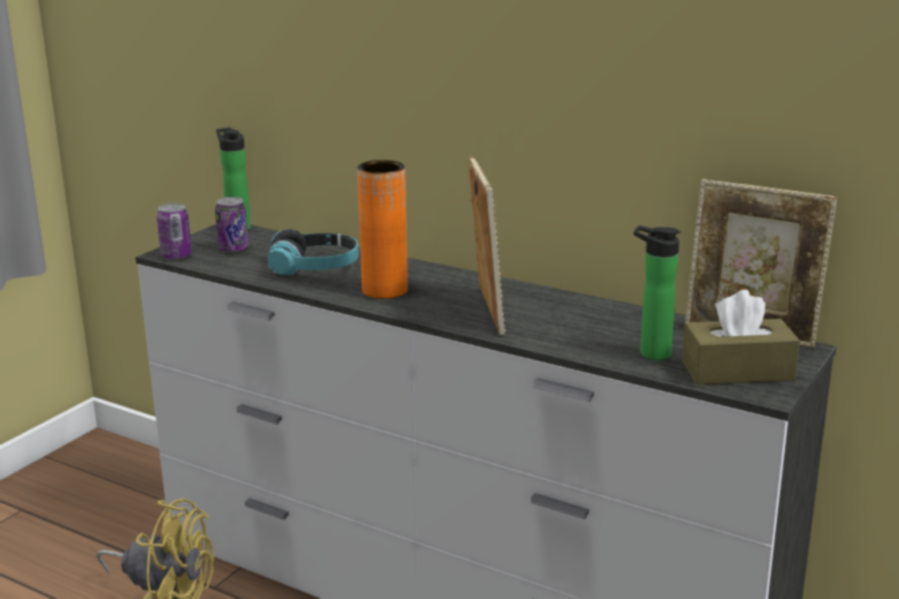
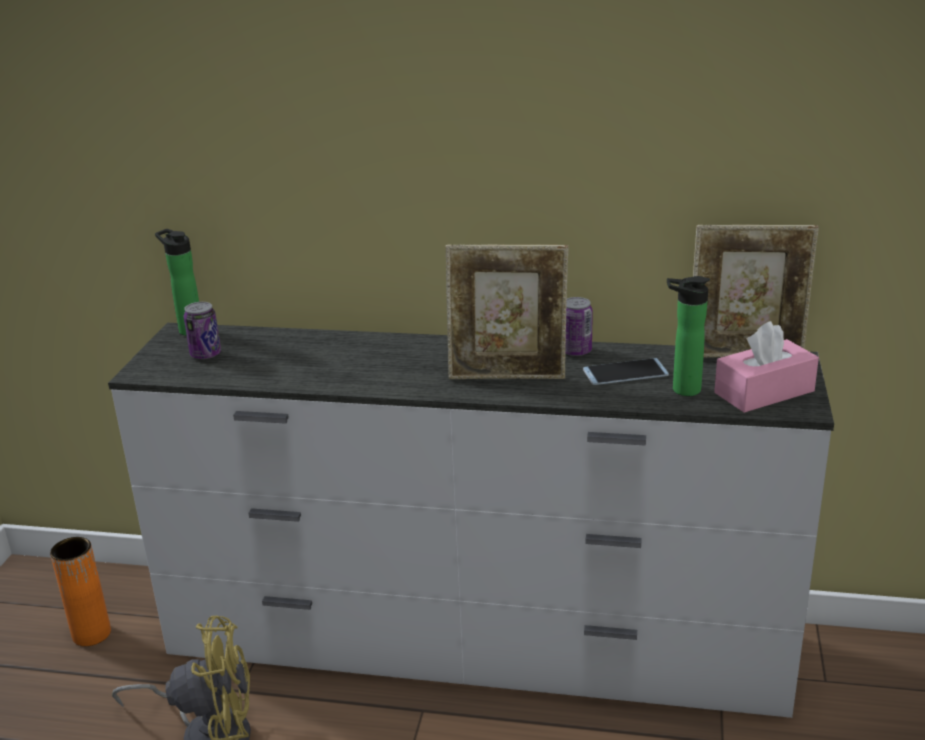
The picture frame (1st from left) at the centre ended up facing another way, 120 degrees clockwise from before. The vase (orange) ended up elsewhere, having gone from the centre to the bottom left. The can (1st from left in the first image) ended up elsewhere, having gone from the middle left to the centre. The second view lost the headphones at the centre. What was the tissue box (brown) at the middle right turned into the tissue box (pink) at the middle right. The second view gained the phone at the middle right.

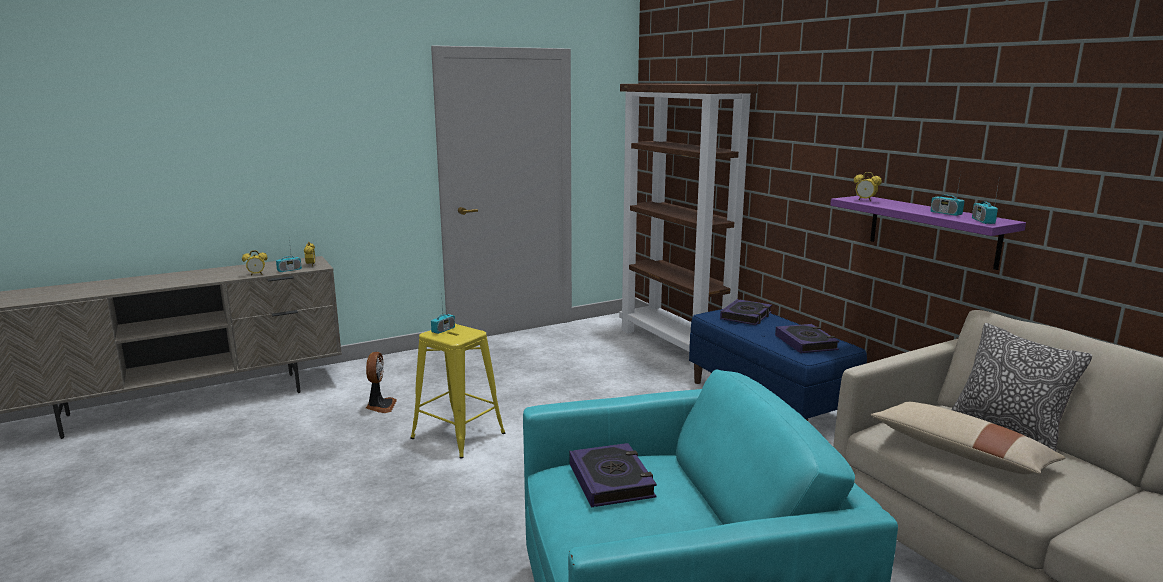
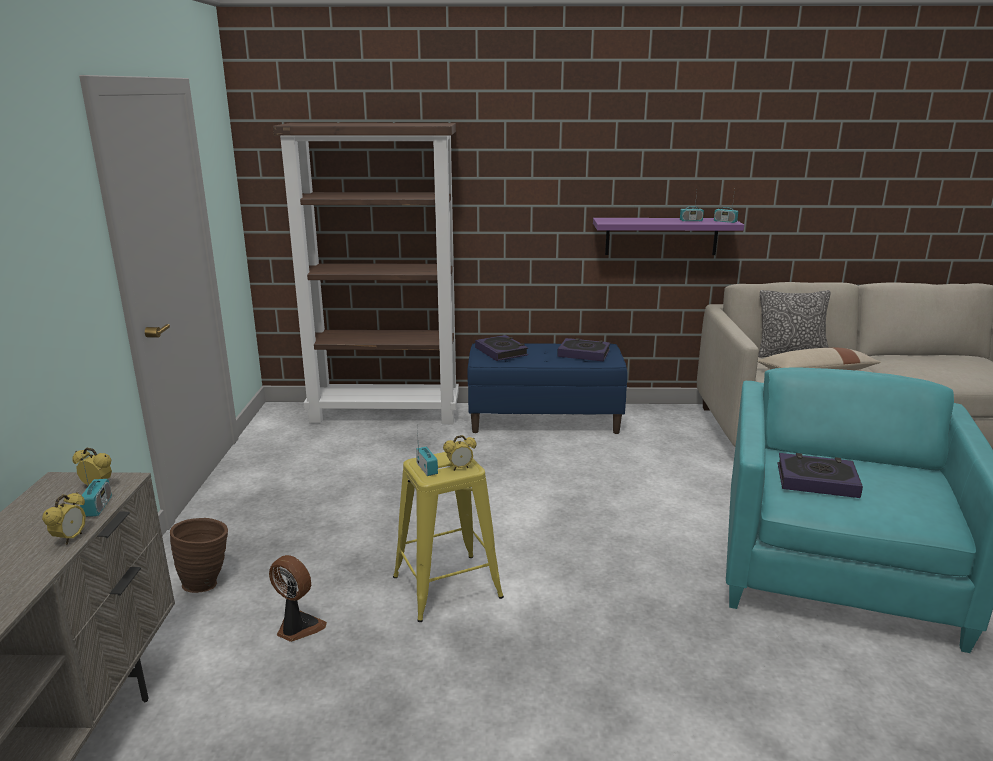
The alarm clock (3rd from left) ended up elsewhere, having gone from the top right to the centre. The second view gained the vase (brown) at the bottom left.

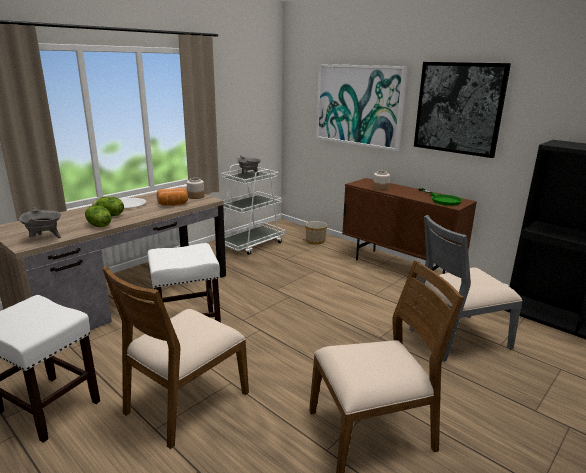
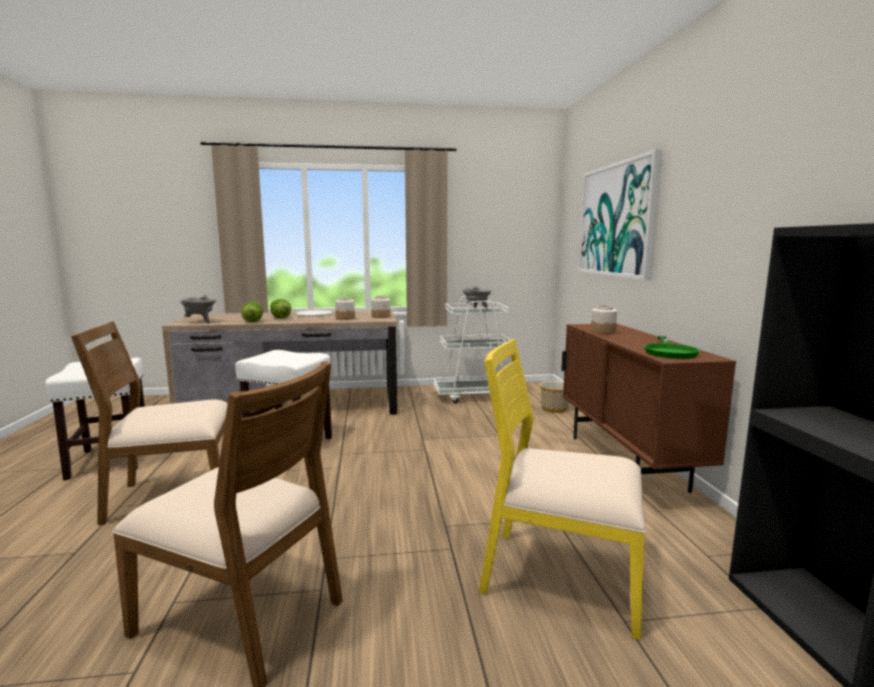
The second view lost the picture (2nd from left) at the top right. Where the bread stood at the middle left, the jar (1st from left) came to stand at the centre. What was the chair (grey) at the middle right turned into the chair (yellow) at the bottom centre.

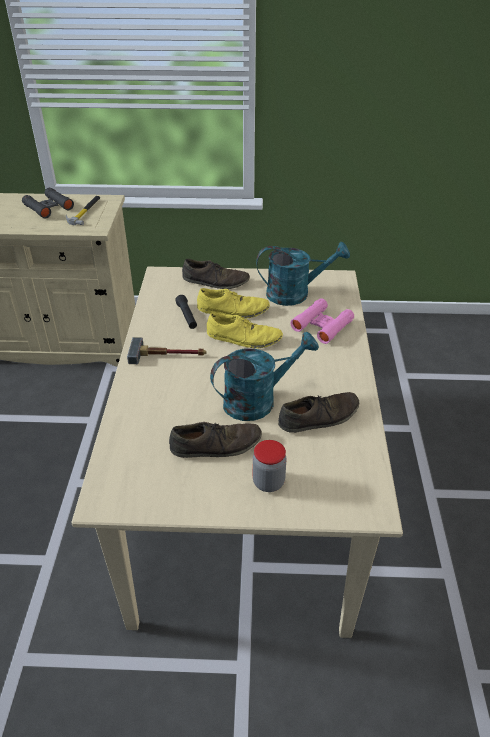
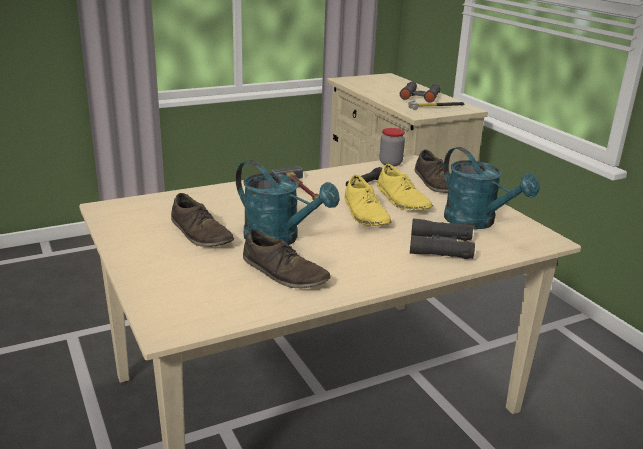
What was the binoculars (pink) at the centre turned into the binoculars (black) (2nd from left) at the middle right. The jar ended up elsewhere, having gone from the centre to the top centre.

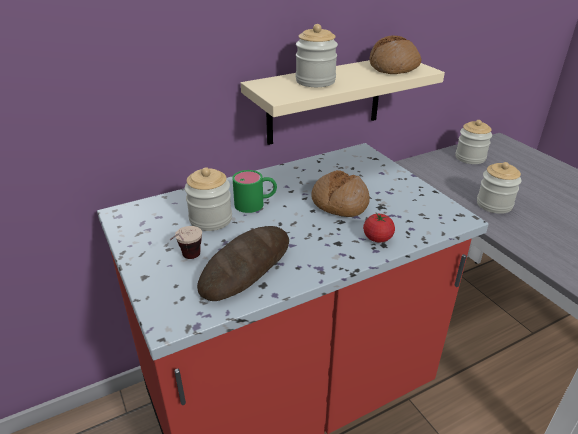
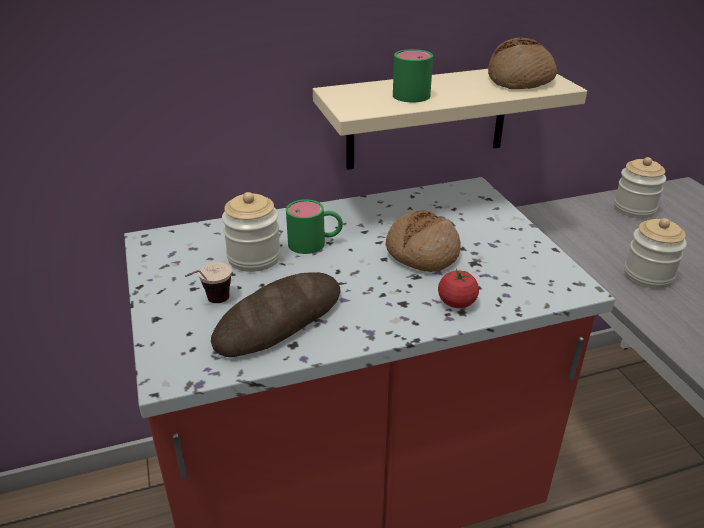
Where the jar (2nd from left) stood at the top centre, the mug (green) (2nd from left) came to stand at the top centre.

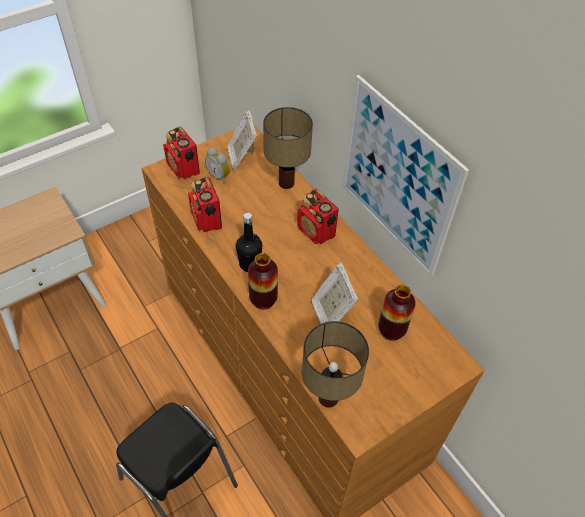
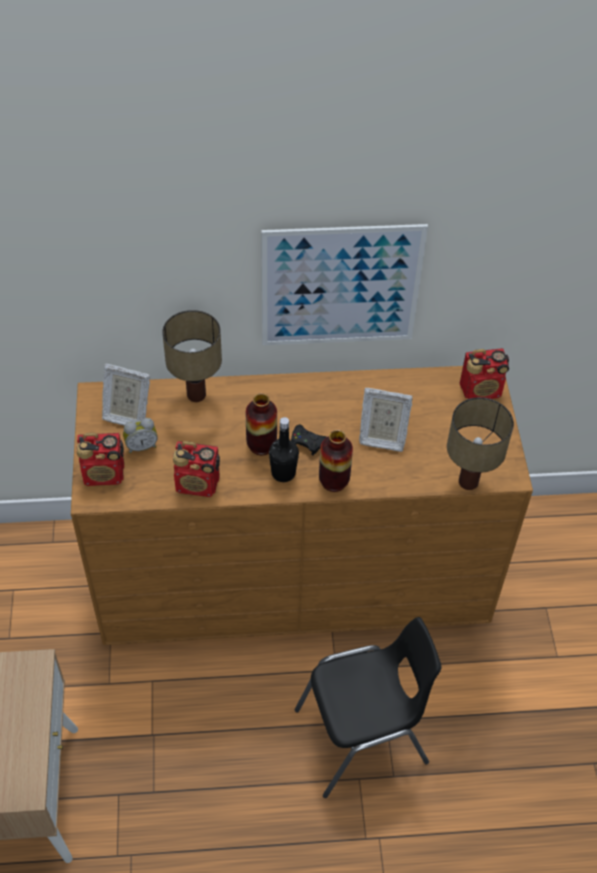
The radio (3rd from left) ended up elsewhere, having gone from the centre to the middle right. The vase (2nd from left in the first image) ended up elsewhere, having gone from the middle right to the centre. The second view gained the game controller (black) at the centre.

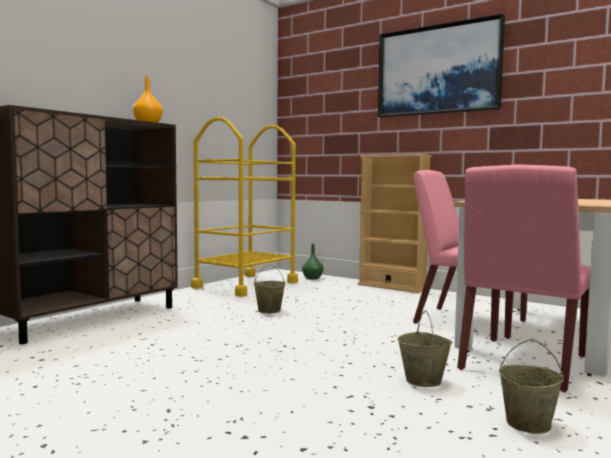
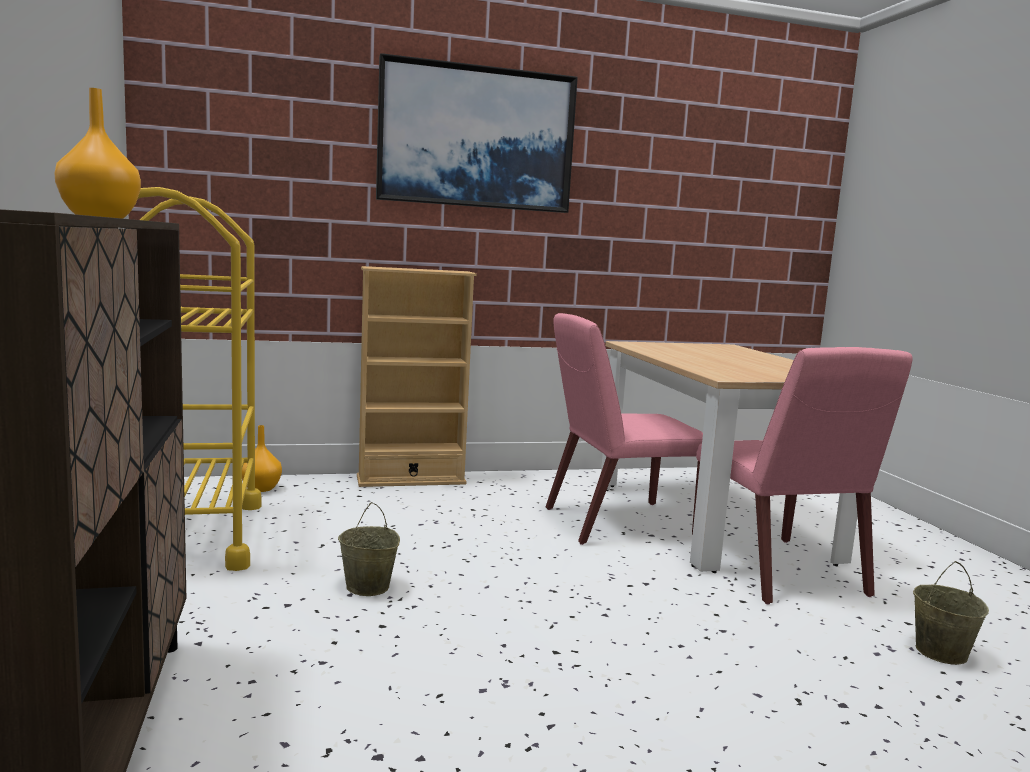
What was the vase (green) at the centre turned into the vase (orange) (2nd from left) at the middle left. The second view lost the bucket (beige) (2nd from left) at the bottom right.

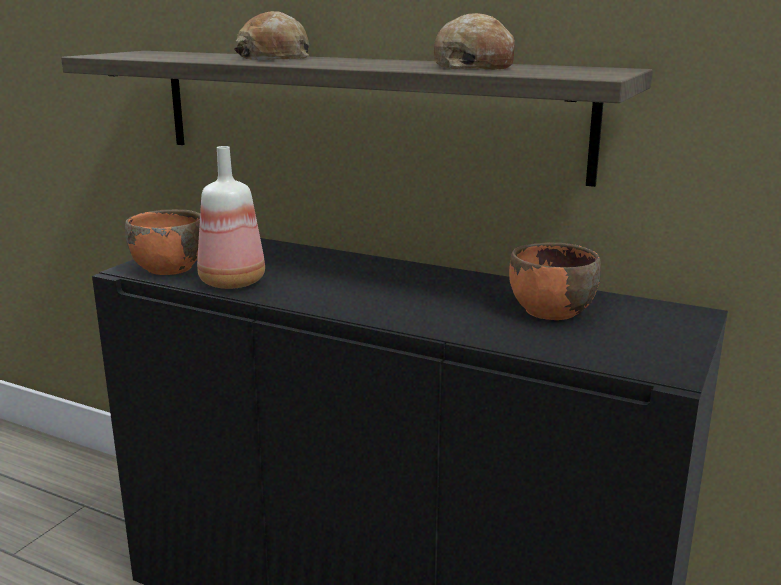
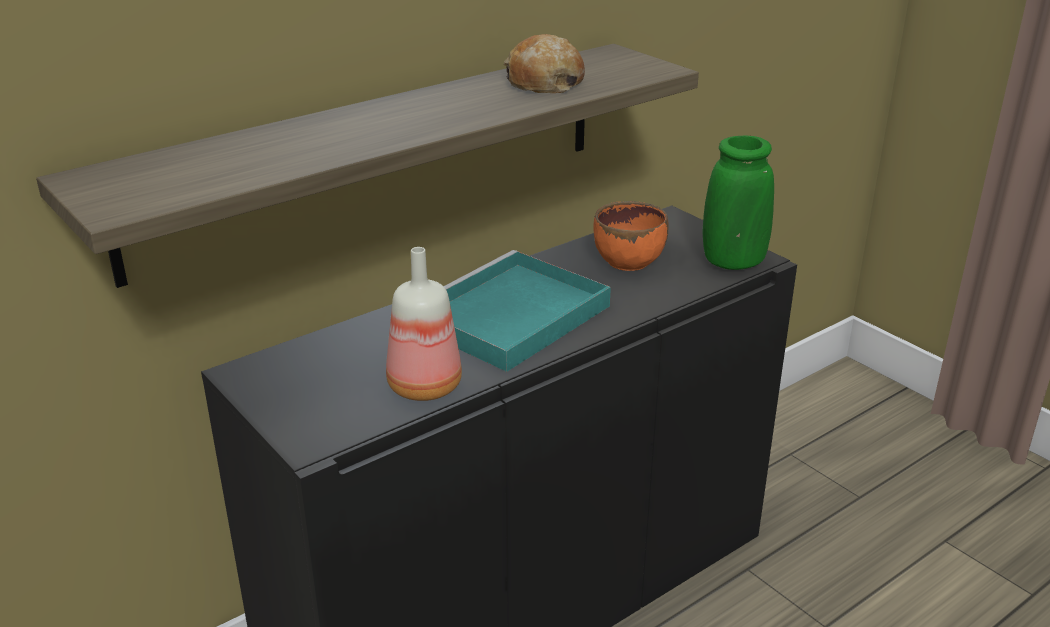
The second view lost the bread (1st from left) at the top centre. The second view lost the bowl (orange) (1st from left) at the middle left. The second view gained the vase (green) at the top right. The second view gained the tray (turquoise) at the centre.

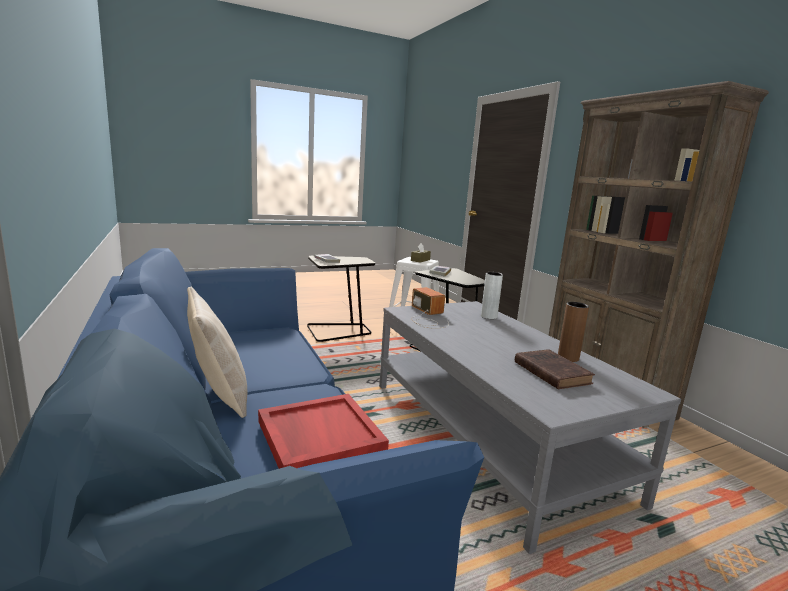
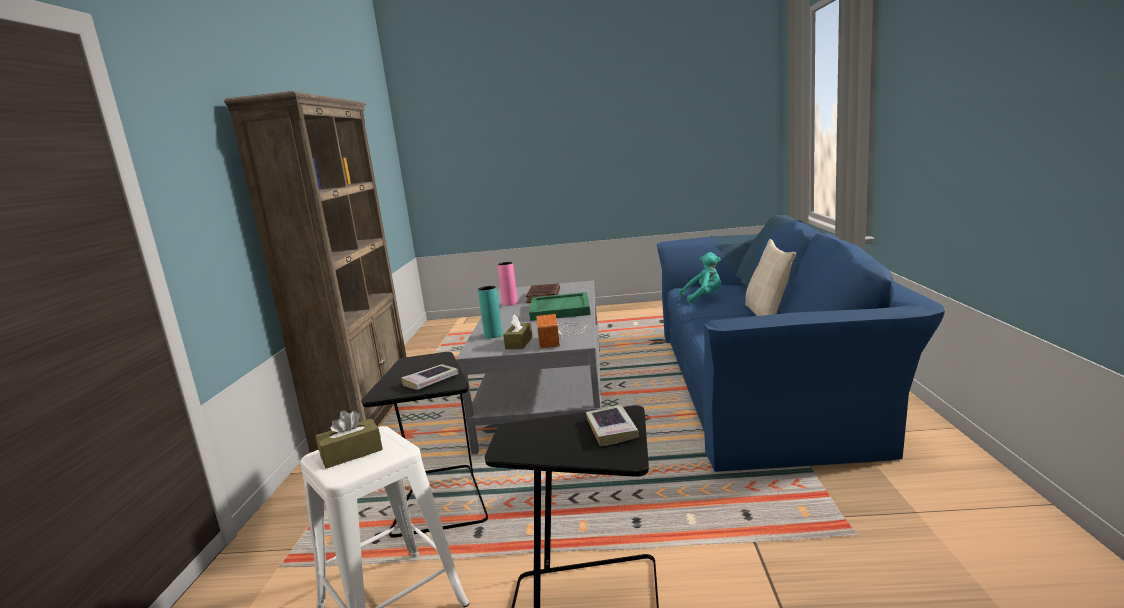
What was the vase (grey) at the centre turned into the vase (turquoise) at the centre. What was the vase (brown) at the middle right turned into the vase (pink) at the centre. Where the tray (red) stood at the bottom centre, the plush toy (turquoise) came to stand at the centre. The second view gained the tray (green) at the centre. The second view gained the tissue box (brown) (2nd from left) at the centre.

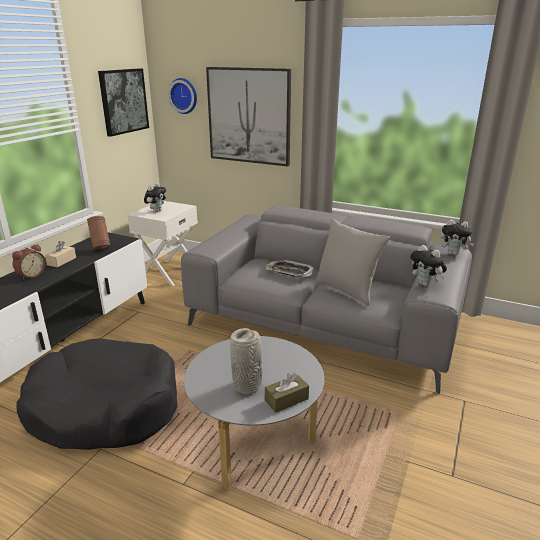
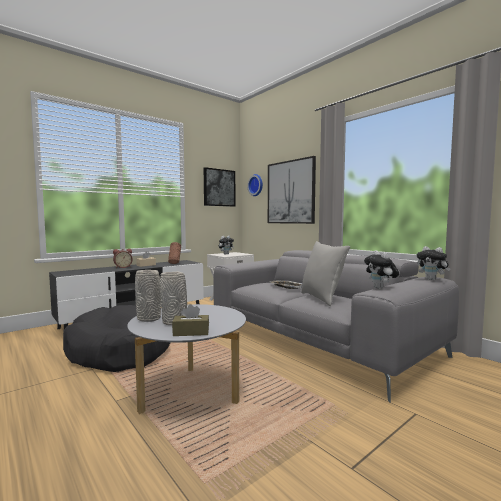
The second view gained the vase (grey) (1st from left) at the middle left.

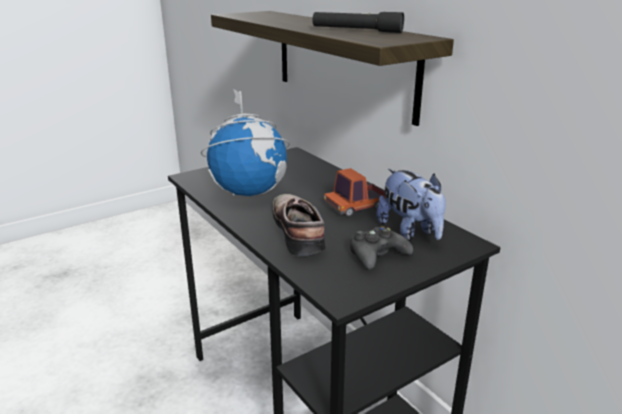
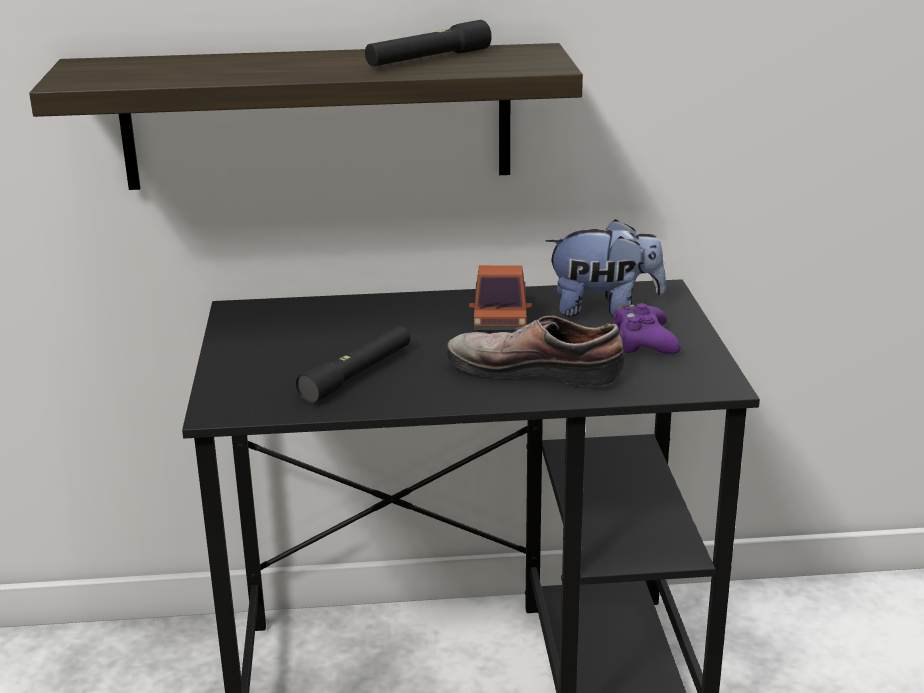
Where the globe stood at the centre, the flashlight (black) (1st from left) came to stand at the centre. What was the game controller (black) at the centre turned into the game controller (purple) at the middle right.

